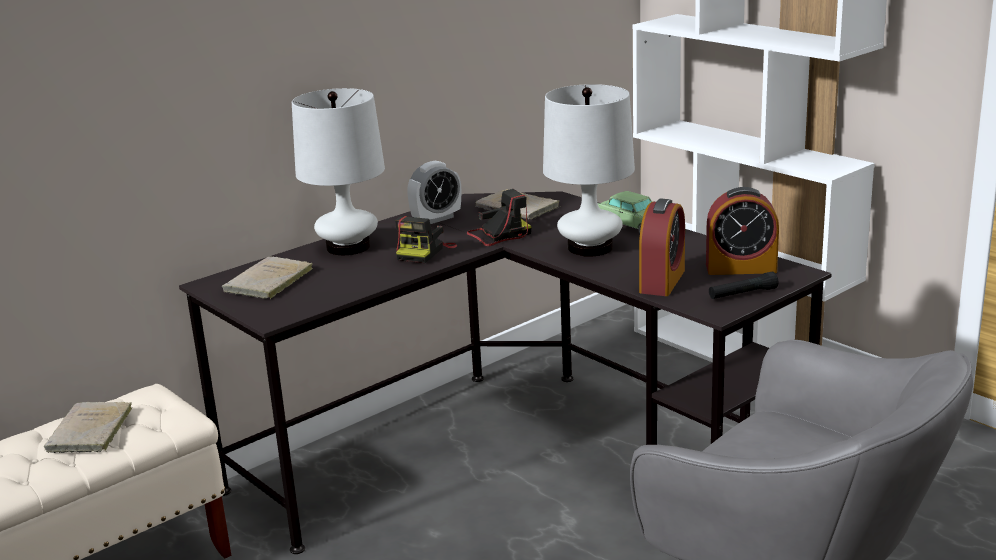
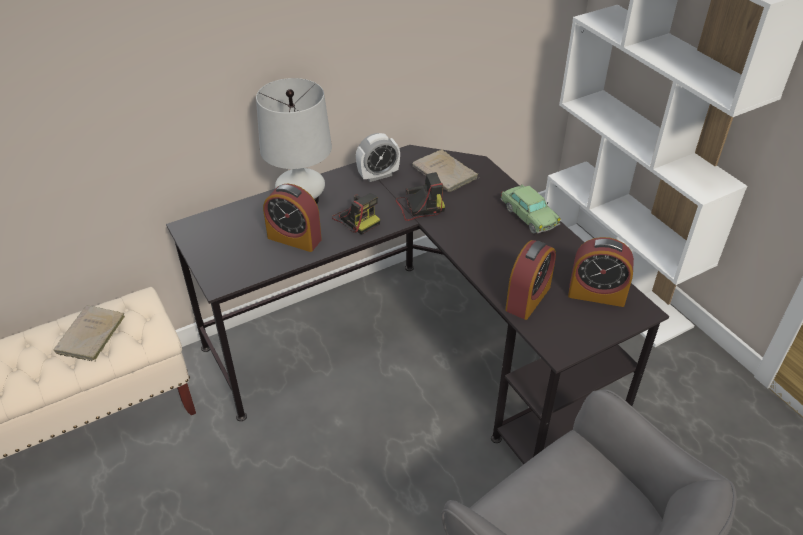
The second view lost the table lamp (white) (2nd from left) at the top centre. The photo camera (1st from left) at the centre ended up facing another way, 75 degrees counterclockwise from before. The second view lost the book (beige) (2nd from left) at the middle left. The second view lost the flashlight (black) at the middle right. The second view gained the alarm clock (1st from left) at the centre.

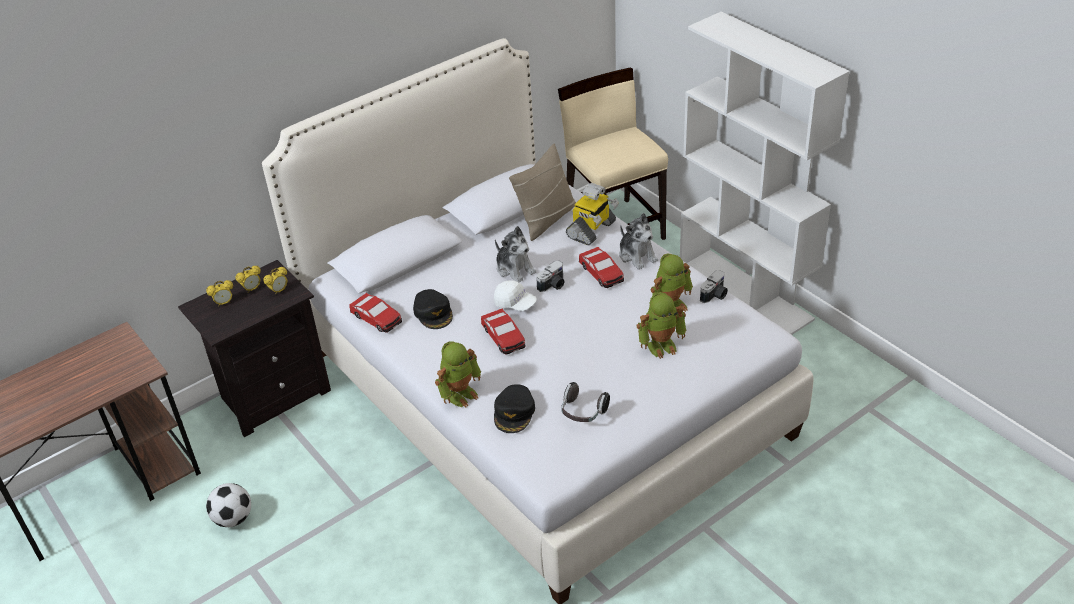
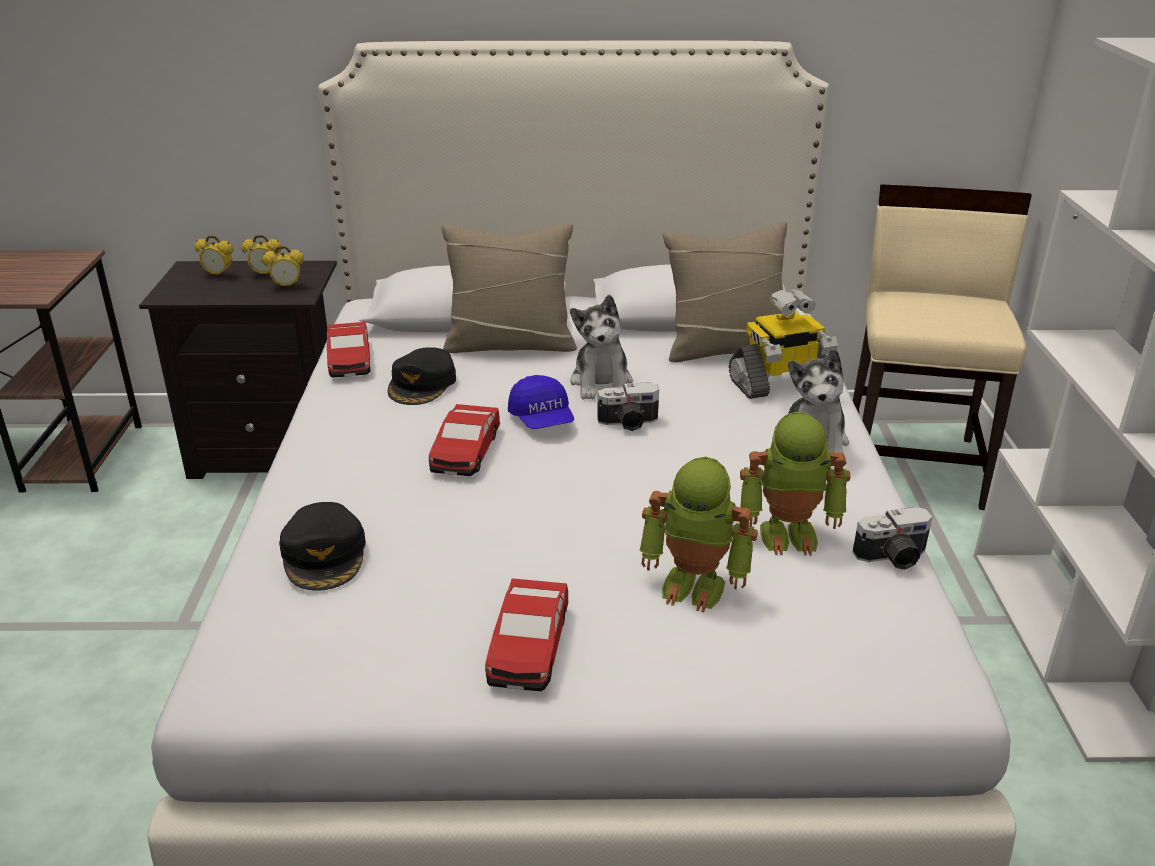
The toy car (3rd from left) ended up elsewhere, having gone from the centre to the bottom centre. What was the cap (white) at the centre turned into the cap (blue) at the centre. The second view lost the toy robot (1st from left) at the centre. The second view lost the headphones at the centre. The cap (black) (2nd from left in the first image) at the bottom centre ended up facing another way, 60 degrees counterclockwise from before. The second view lost the football at the bottom left. The second view gained the pillow (beige) (1st from left) at the top centre.

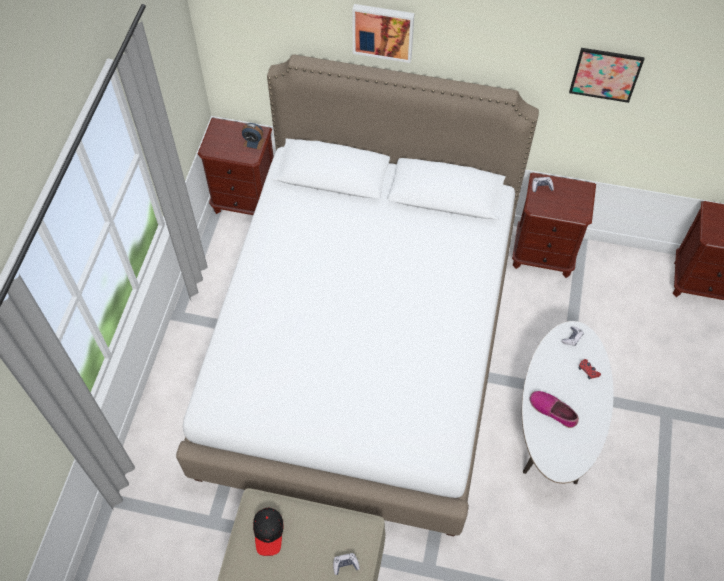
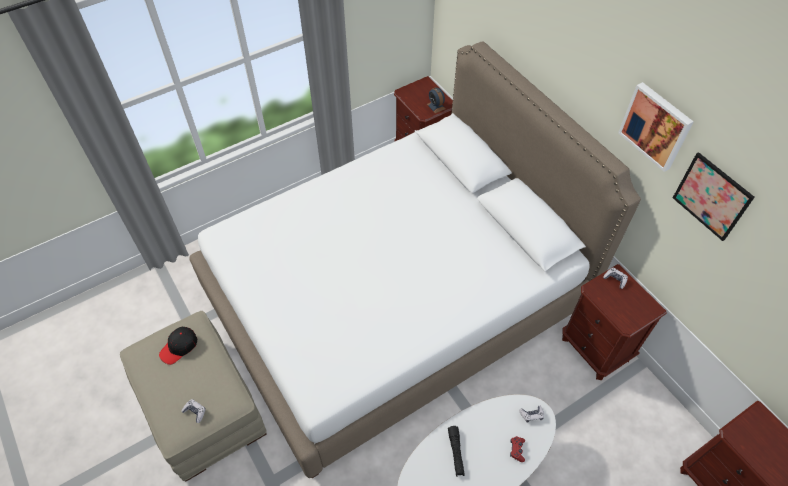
The picture (1st from left) ended up elsewhere, having gone from the top centre to the top right. Where the shoe stood at the bottom right, the flashlight (black) came to stand at the bottom centre.

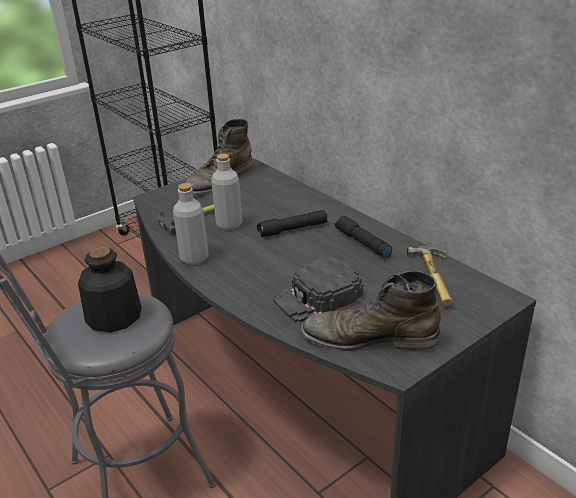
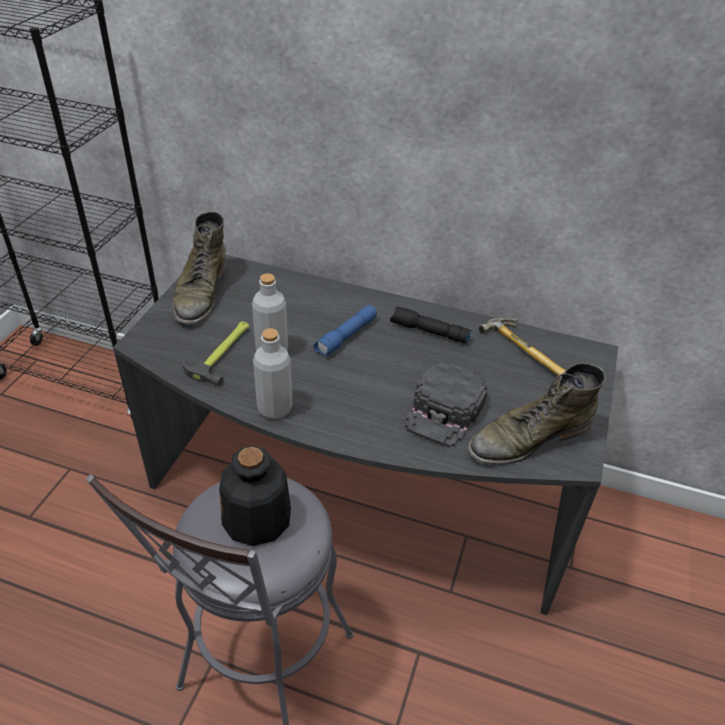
What was the flashlight (black) (1st from left) at the centre turned into the flashlight (blue) at the centre.

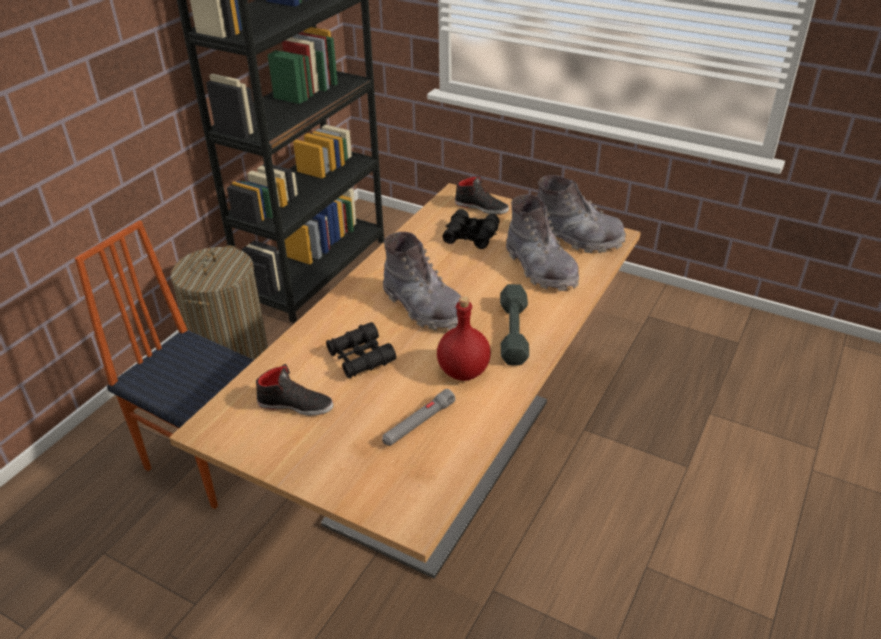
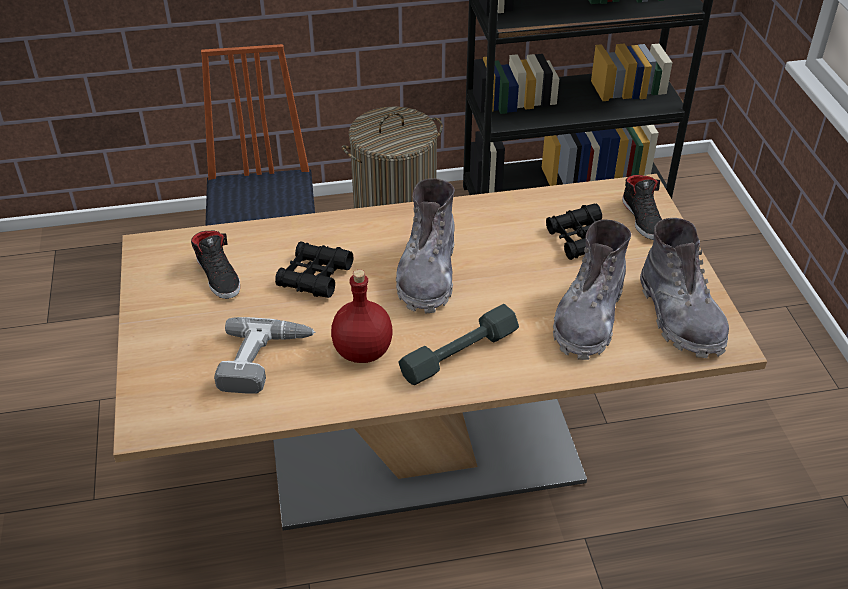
Where the flashlight (grey) stood at the centre, the power drill came to stand at the middle left.

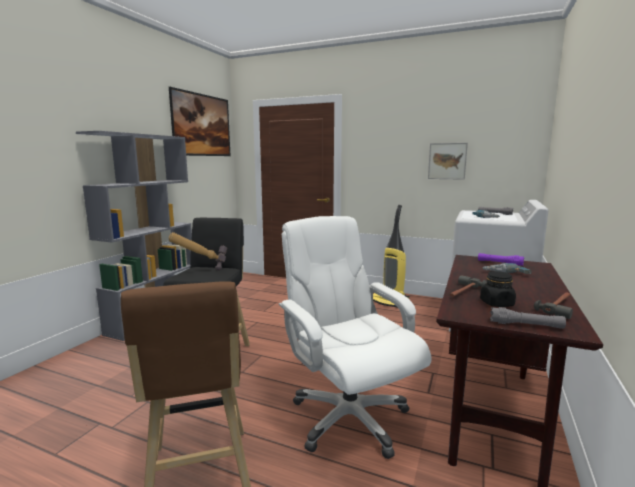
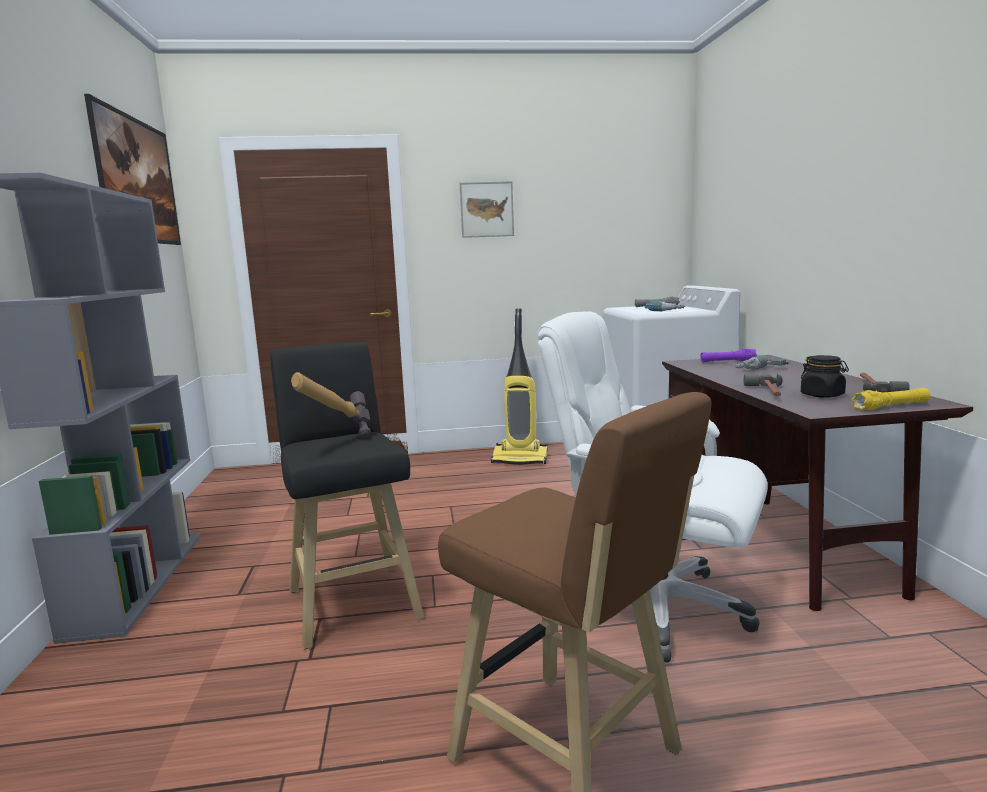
The picture (2nd from left) ended up elsewhere, having gone from the top right to the top centre. What was the flashlight (grey) (2nd from left) at the middle right turned into the flashlight (yellow) at the middle right.

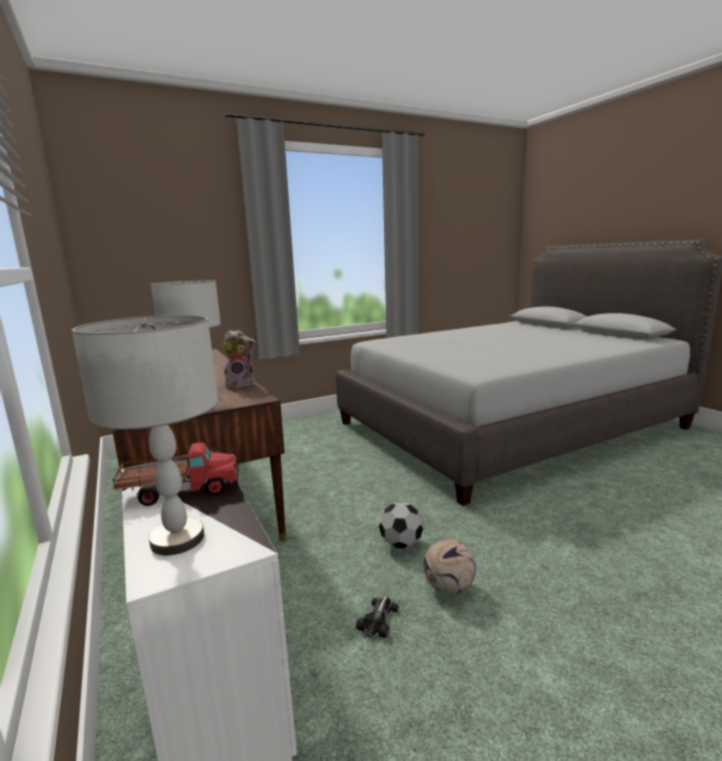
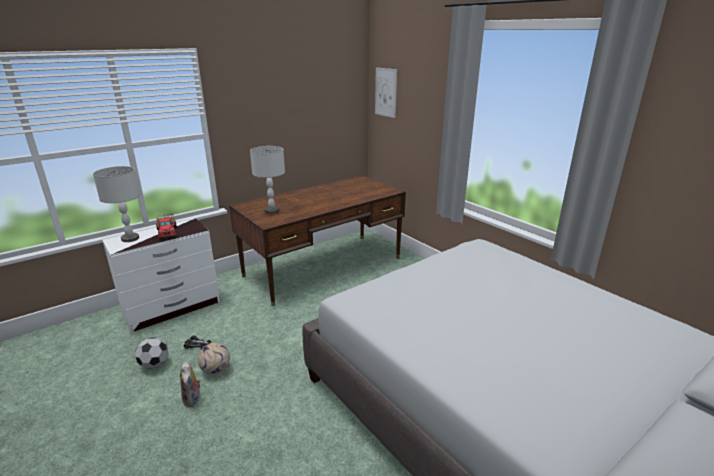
The plush toy ended up elsewhere, having gone from the middle left to the bottom left. The football (1st from left) ended up elsewhere, having gone from the bottom centre to the bottom left. The second view gained the picture at the top centre.

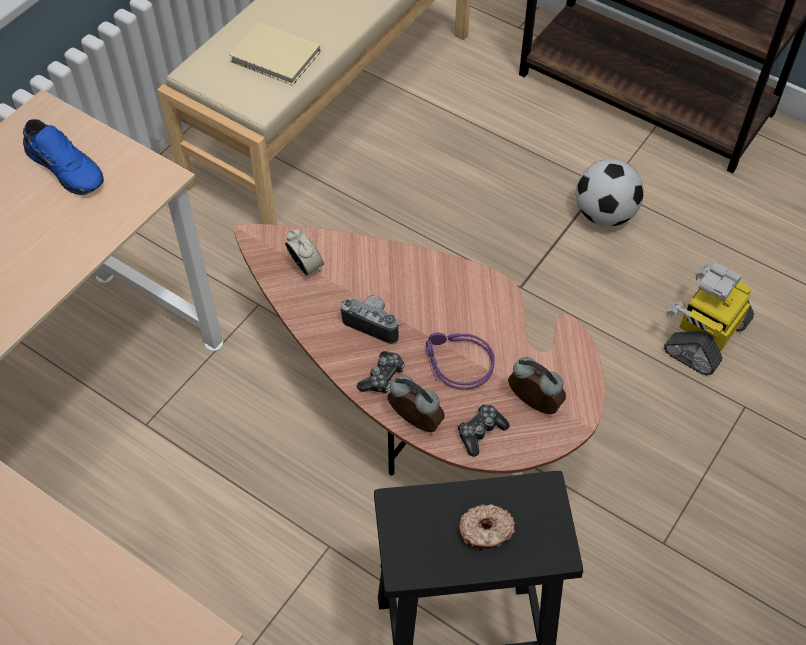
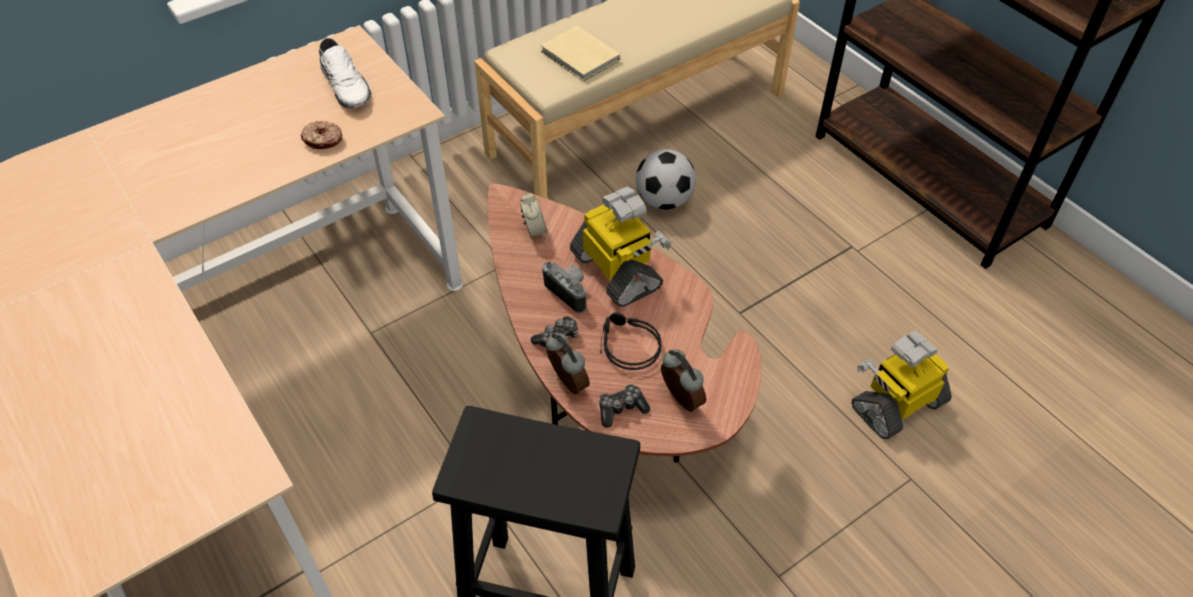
What was the shoe (blue) at the top left turned into the shoe (white) at the top left. The football ended up elsewhere, having gone from the top right to the top centre. What was the headphones (purple) at the centre turned into the headphones (black) at the centre. The donut ended up elsewhere, having gone from the bottom centre to the top left. The second view gained the toy robot (1st from left) at the centre.

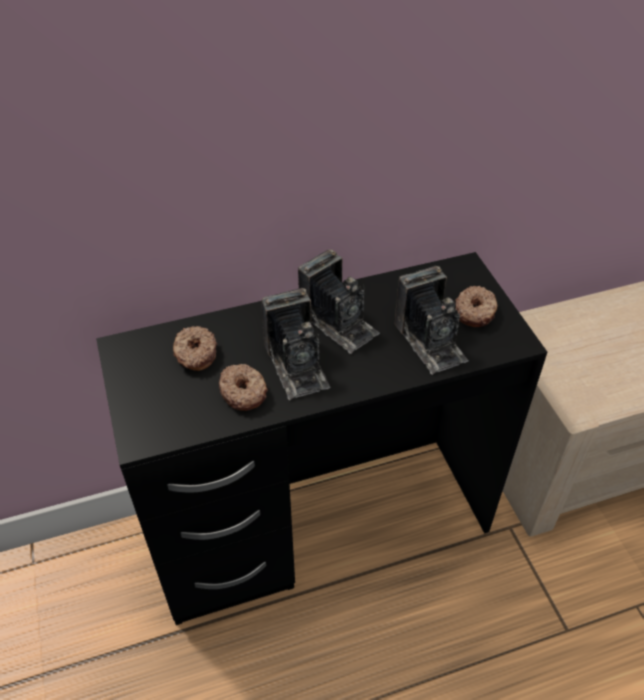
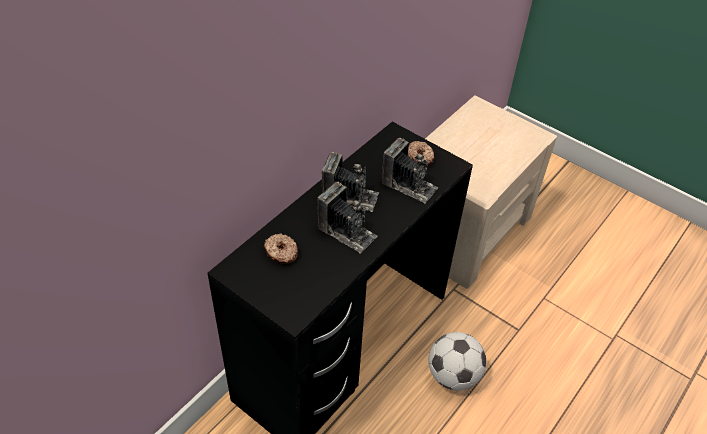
The second view lost the donut (2nd from left) at the centre. The second view gained the football at the bottom centre.

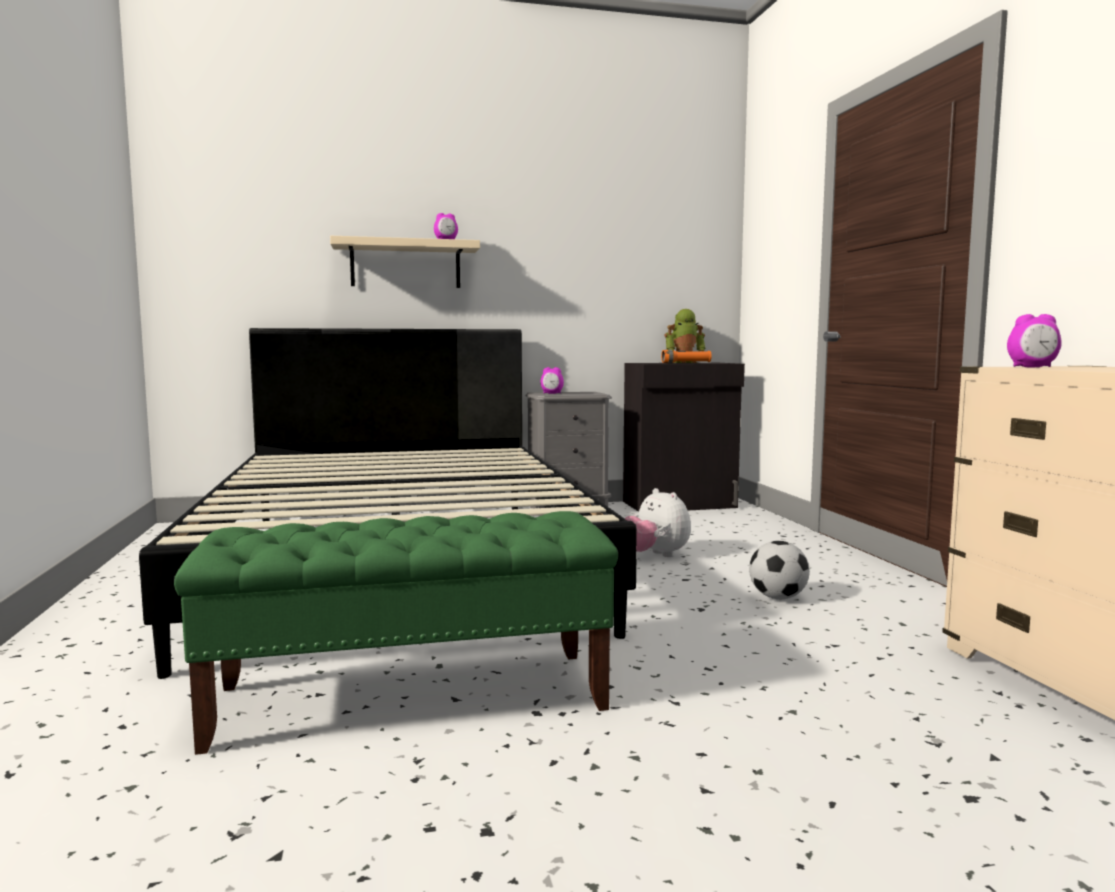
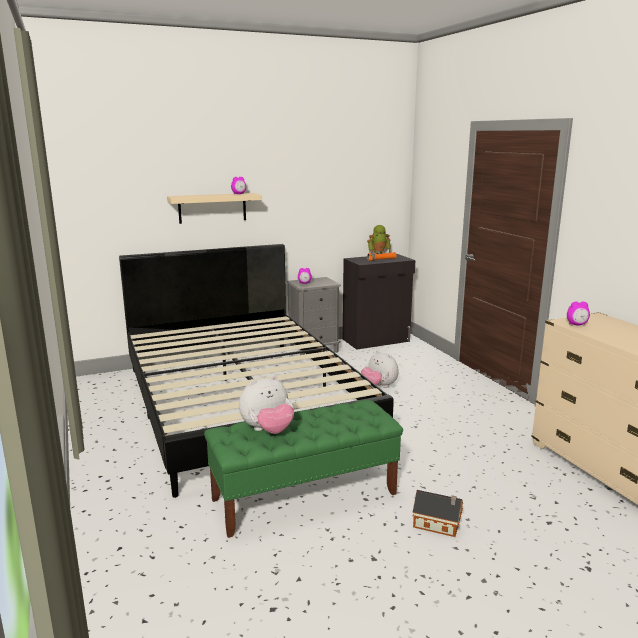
The second view lost the football at the middle right. The second view gained the plush toy (1st from left) at the centre. The second view gained the toy house at the bottom right.

